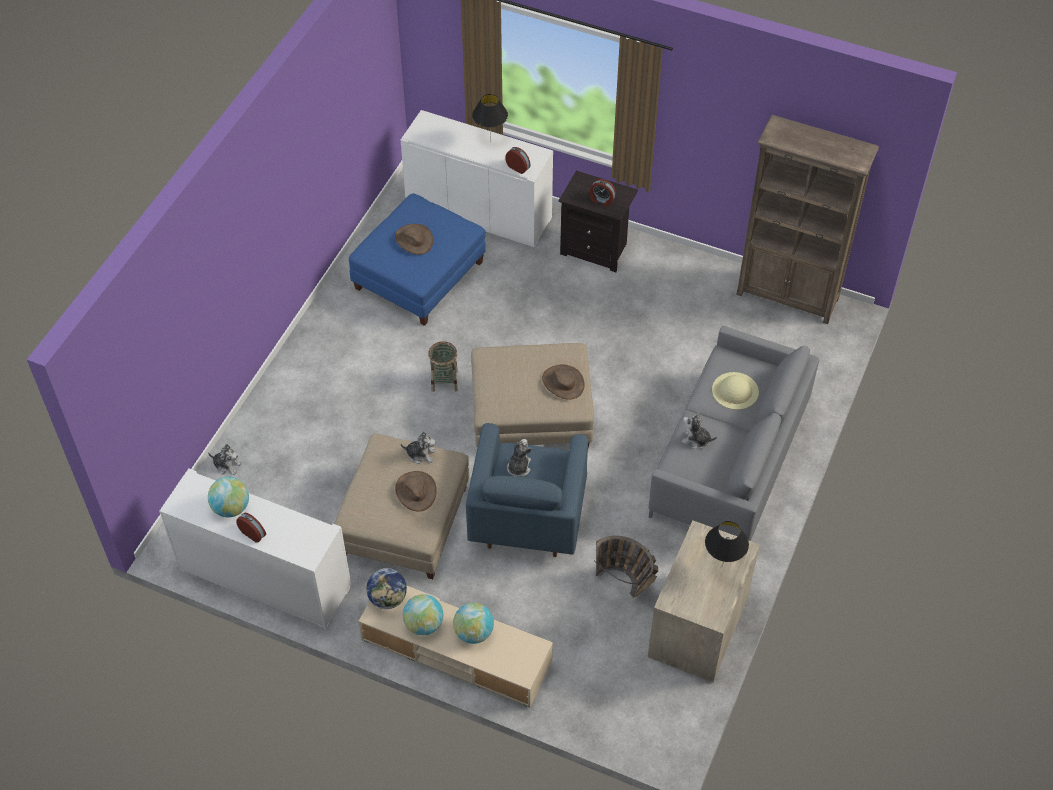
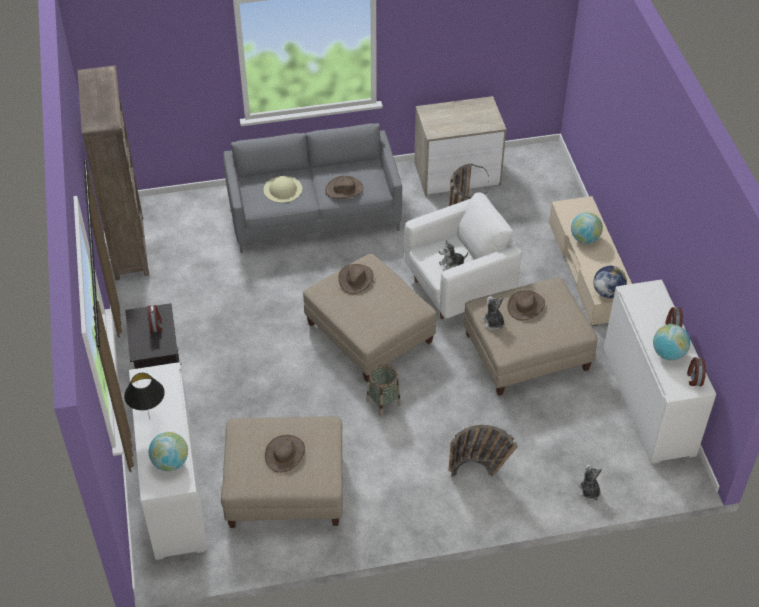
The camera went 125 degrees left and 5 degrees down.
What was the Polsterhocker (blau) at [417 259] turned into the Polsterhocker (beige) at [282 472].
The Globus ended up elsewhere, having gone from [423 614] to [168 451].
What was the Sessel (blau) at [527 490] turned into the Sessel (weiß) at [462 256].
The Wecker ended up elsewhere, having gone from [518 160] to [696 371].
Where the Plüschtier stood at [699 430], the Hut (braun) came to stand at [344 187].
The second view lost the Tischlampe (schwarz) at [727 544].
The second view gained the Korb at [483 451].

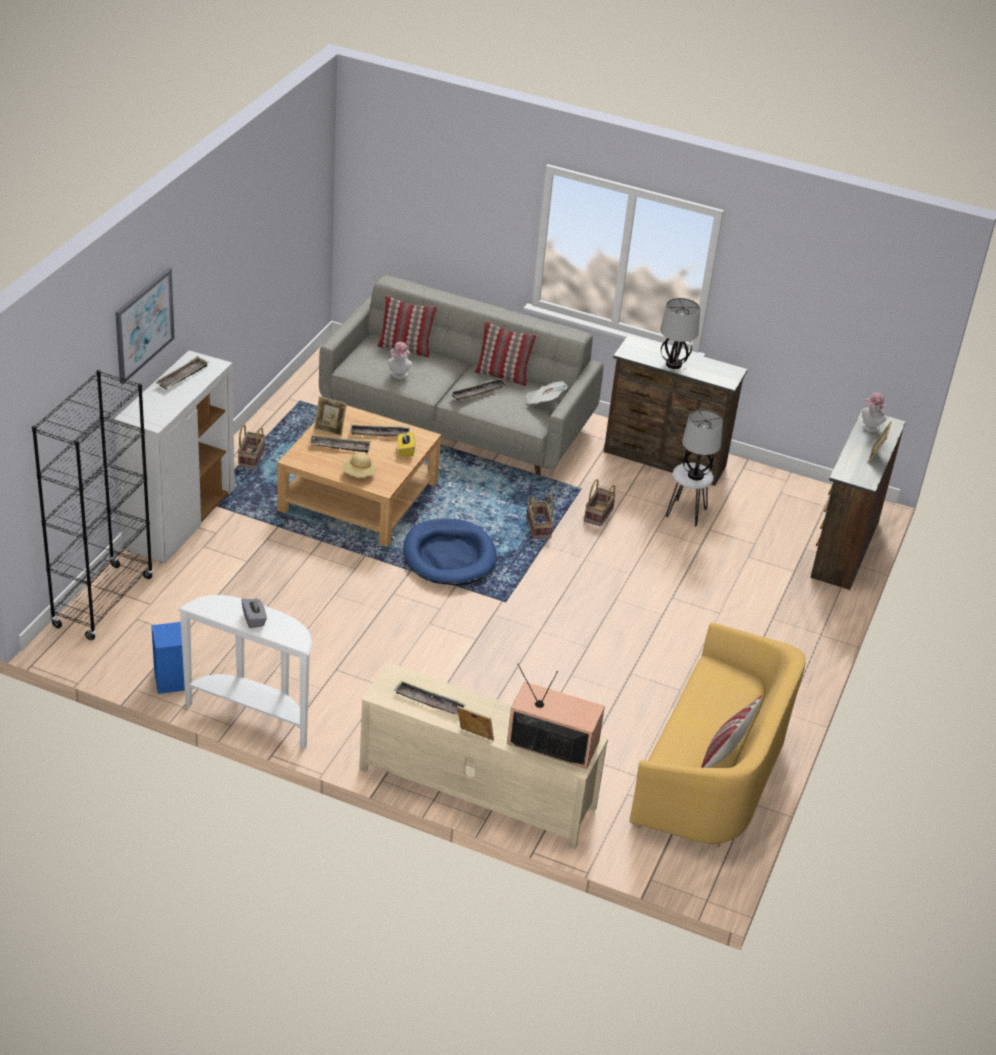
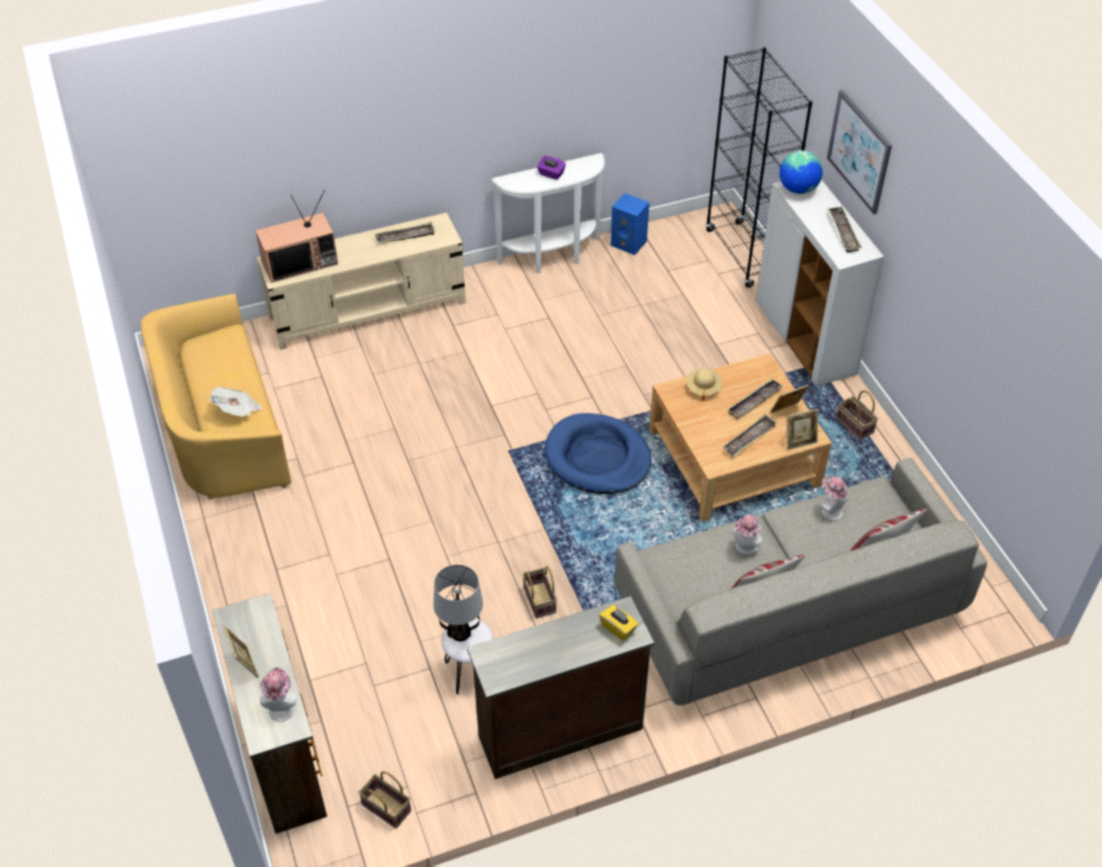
The camera went 140 degrees right and 10 degrees up.
What was the Taschentuchbox (grau) at [254 613] turned into the Taschentuchbox (lila) at [551 168].
The Taschentuchbox (gelb) ended up elsewhere, having gone from [406 443] to [618 623].
Where the Tablett stood at [479 389], the Hut came to stand at [748 535].
The Bilderrahmen ended up elsewhere, having gone from [475 723] to [802 430].
The Zeitung ended up elsewhere, having gone from [546 393] to [235 402].
The Korb ended up elsewhere, having gone from [540 516] to [384 800].
The second view lost the Tischlampe at [680 333].
The second view lost the Kissen at [732 731].
The second view gained the Globus at [801 172].

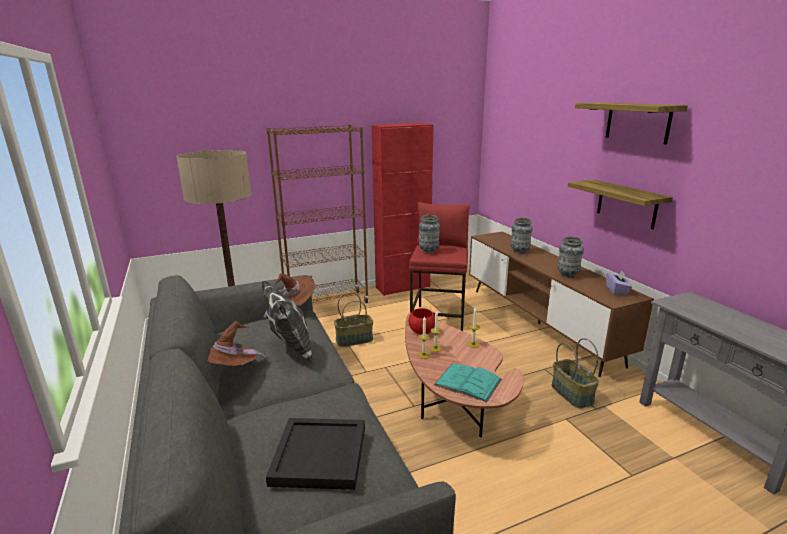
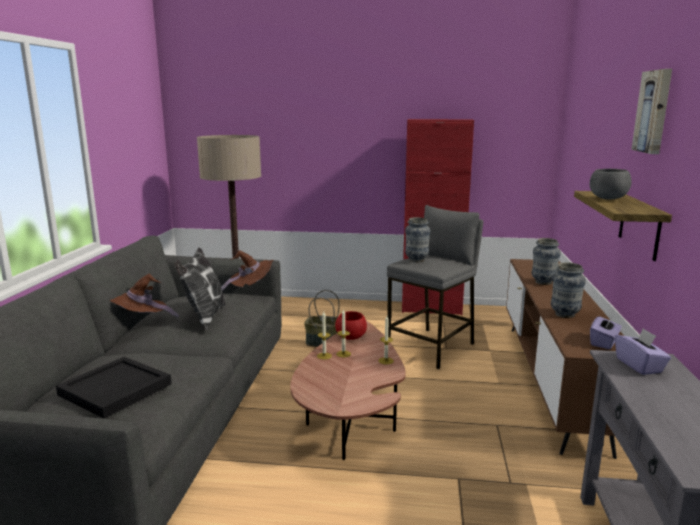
The camera went 30 degrees right and 5 degrees down.
The second view lost the Bücherregal (braun) at [317 213].
What was the Hocker (rot) at [439 266] turned into the Hocker (grau) at [435 287].
The second view lost the Buch (türkis) at [468 383].
The second view lost the Korb at [575 373].
Where the Wandregal hung at [631 123], the Bild came to hang at [651 111].
The second view gained the Schüssel (grau) at [611 184].
The second view gained the Taschentuchbox (lila) at [643 351].

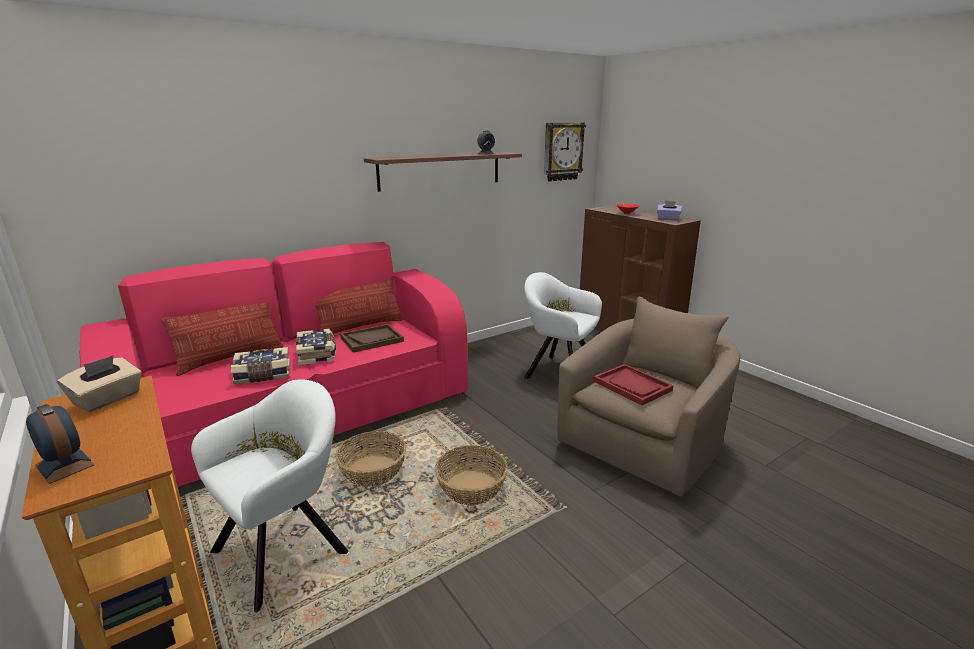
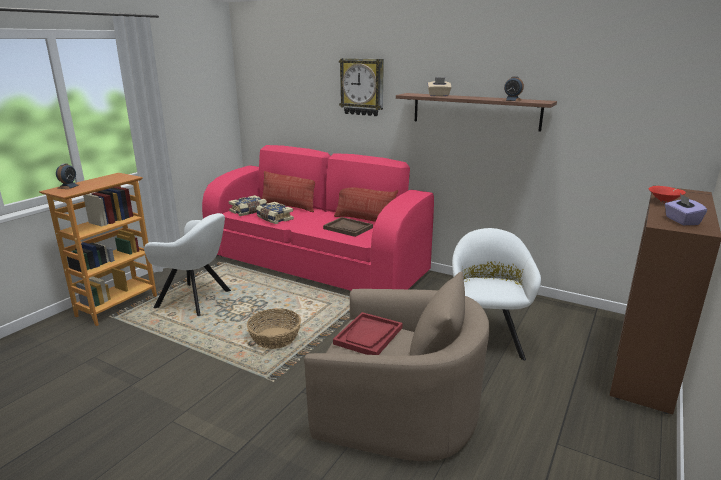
The camera went 65 degrees right and 0 degrees up.
The Taschentuchbox (beige) ended up elsewhere, having gone from [99 384] to [440 86].
The Buch ended up elsewhere, having gone from [316 347] to [247 205].
The second view lost the Korb at [370 459].
The Wanduhr ended up elsewhere, having gone from [565 152] to [361 87].

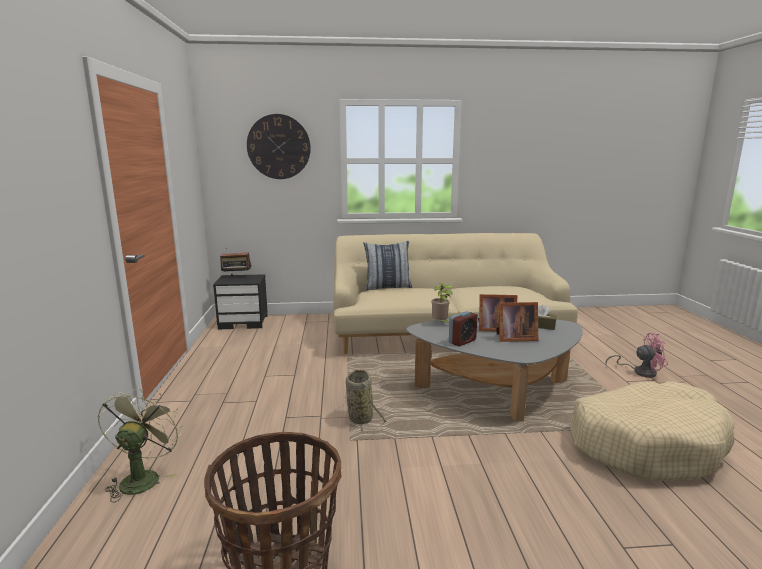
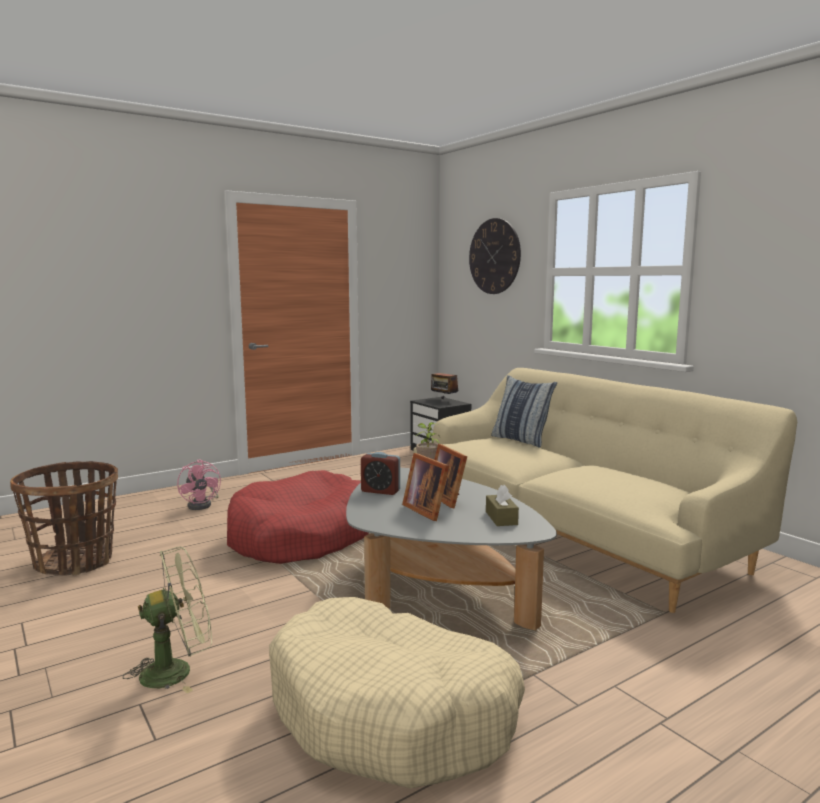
The camera went 60 degrees right and 5 degrees down.
The Ventilator (grün) ended up elsewhere, having gone from [140 444] to [167 619].
Where the Korb stood at [366 401], the Hundebett (rot) came to stand at [298 517].
The Ventilator (rosa) ended up elsewhere, having gone from [636 355] to [199 484].

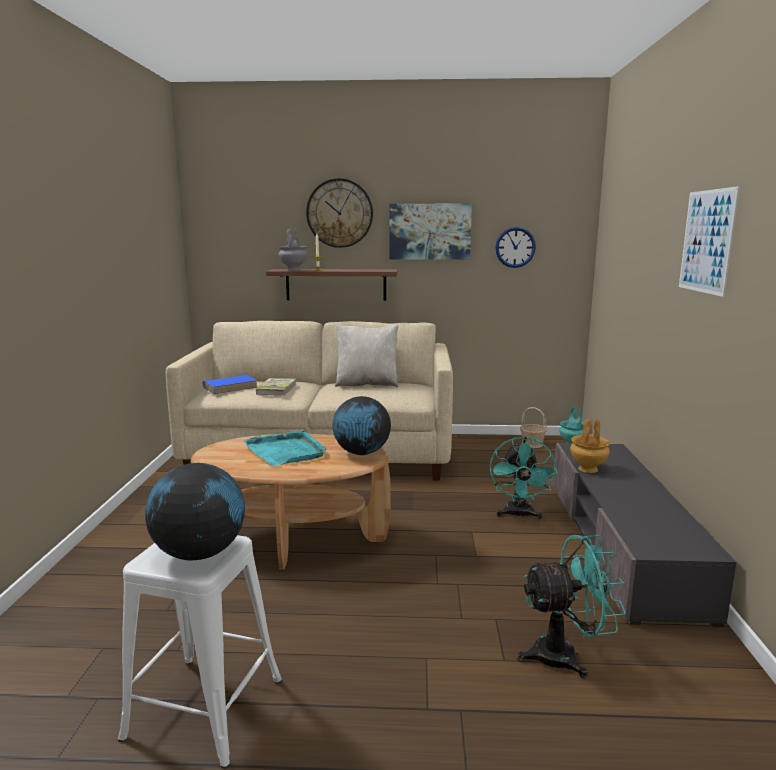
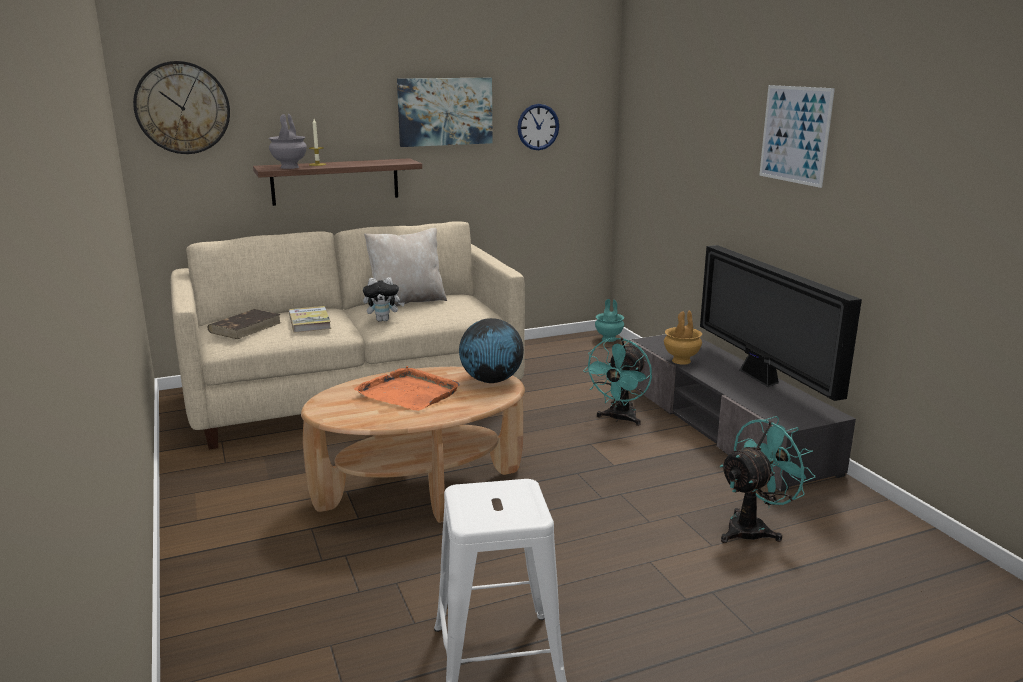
The camera went 25 degrees left and 5 degrees up.
The second view lost the Globus at [195 511].
What was the Buch (blau) at [230 384] turned into the Buch (braun) at [244 324].
What was the Tablett (türkis) at [285 448] turned into the Tablett (orange) at [407 388].
The Wanduhr ended up elsewhere, having gone from [339 213] to [181 107].
The Ventilator (türkis) at [523 478] ended up facing another way, 45 degrees clockwise from before.
The second view lost the Korb at [533 427].
The second view gained the Plüschtier at [384 299].
The second view gained the Fernseher at [781 323].

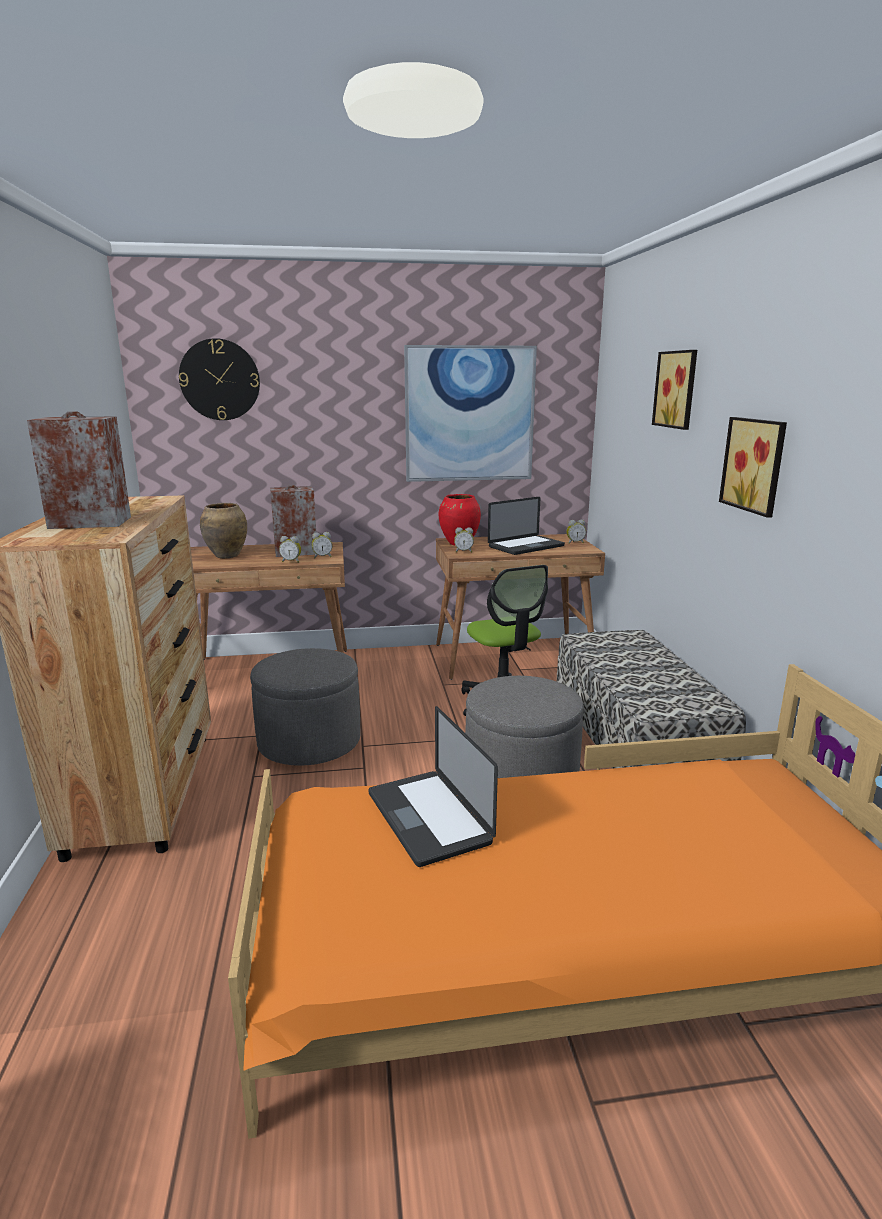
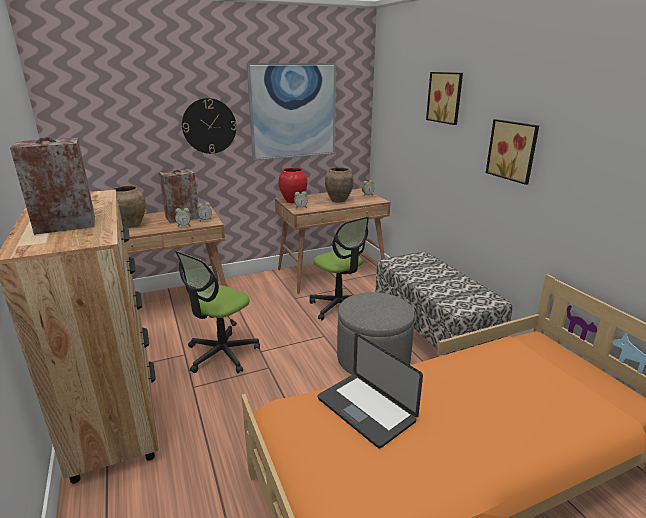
The camera went 15 degrees left and 5 degrees up.
The Wanduhr ended up elsewhere, having gone from [219 379] to [209 126].
Where the Polsterhocker (grau) stood at [305 706], the Bürostuhl came to stand at [217 312].
Where the Laptop stood at [526 526], the Vase (braun) came to stand at [339 185].

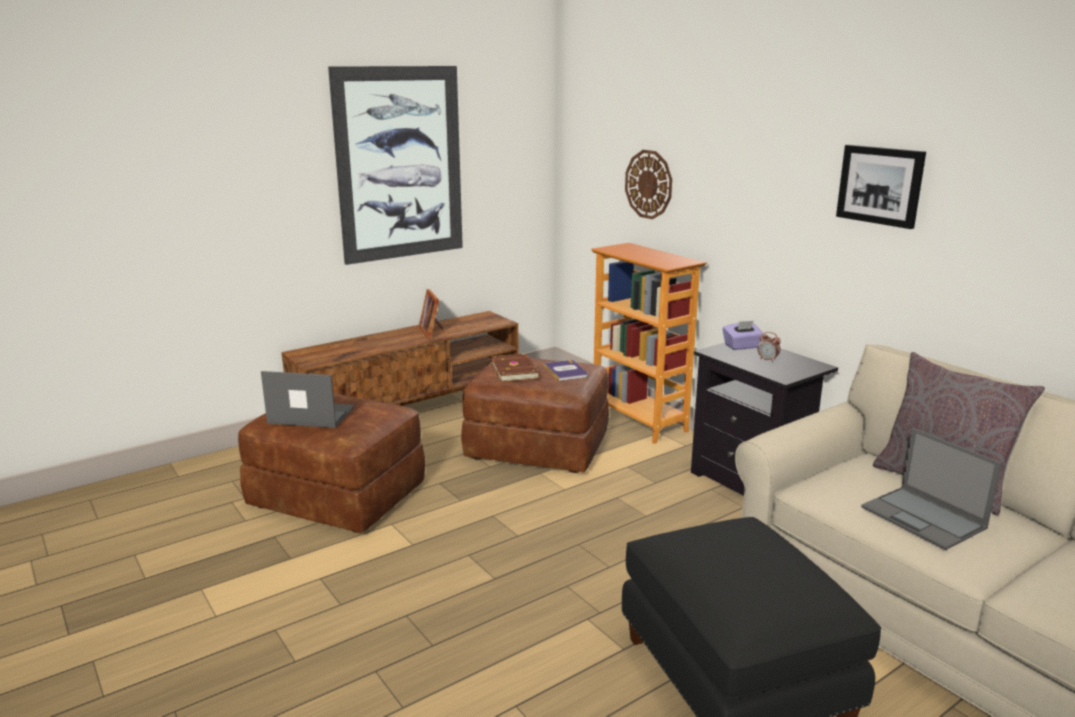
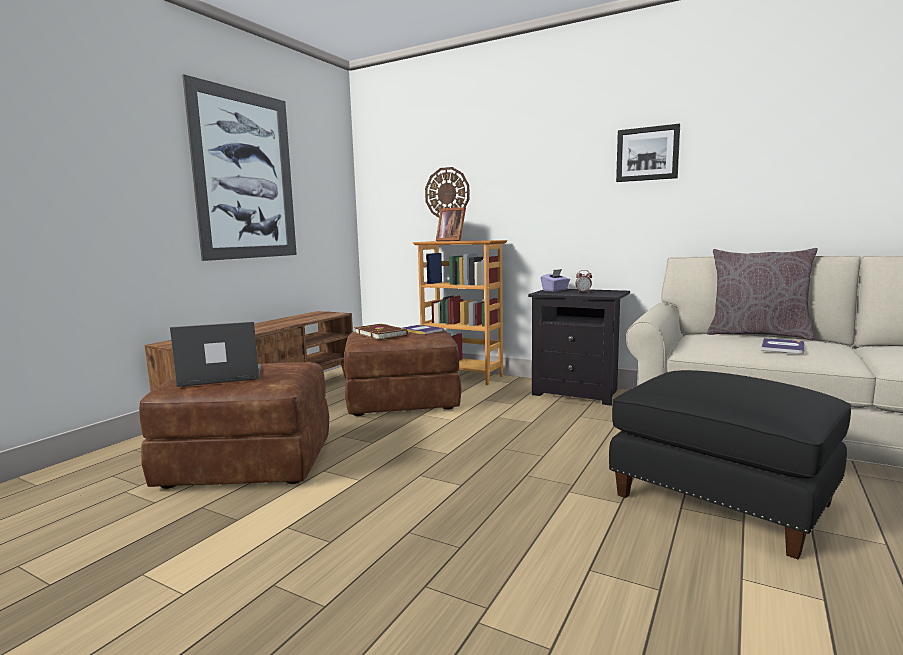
The camera went 25 degrees left and 10 degrees down.
The Bilderrahmen ended up elsewhere, having gone from [431 314] to [451 224].
Where the Laptop stood at [931 489], the Buch came to stand at [783 346].

